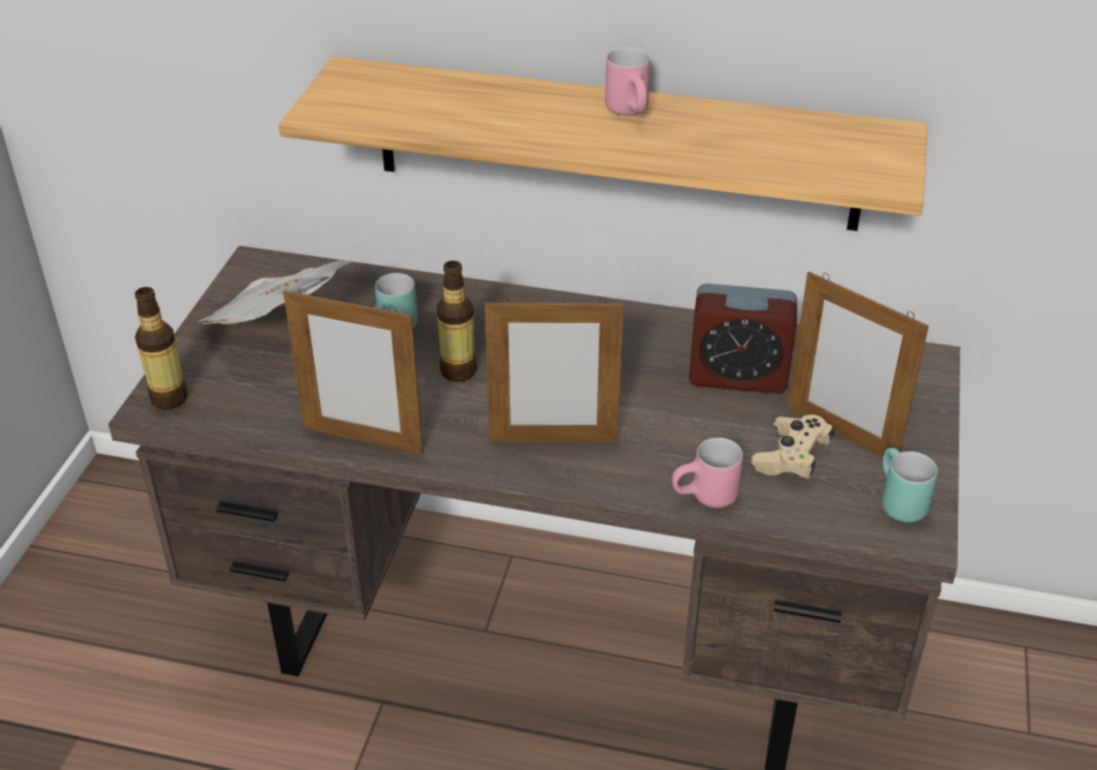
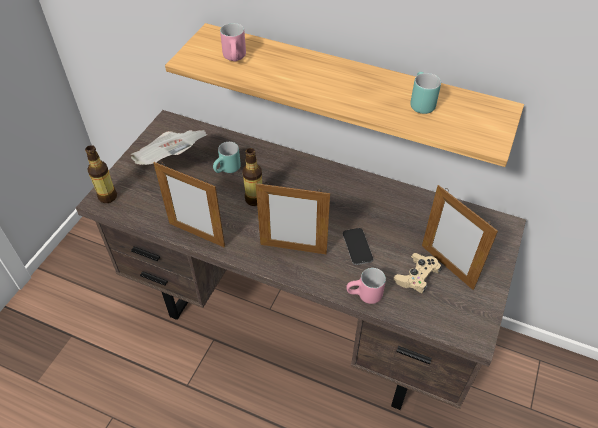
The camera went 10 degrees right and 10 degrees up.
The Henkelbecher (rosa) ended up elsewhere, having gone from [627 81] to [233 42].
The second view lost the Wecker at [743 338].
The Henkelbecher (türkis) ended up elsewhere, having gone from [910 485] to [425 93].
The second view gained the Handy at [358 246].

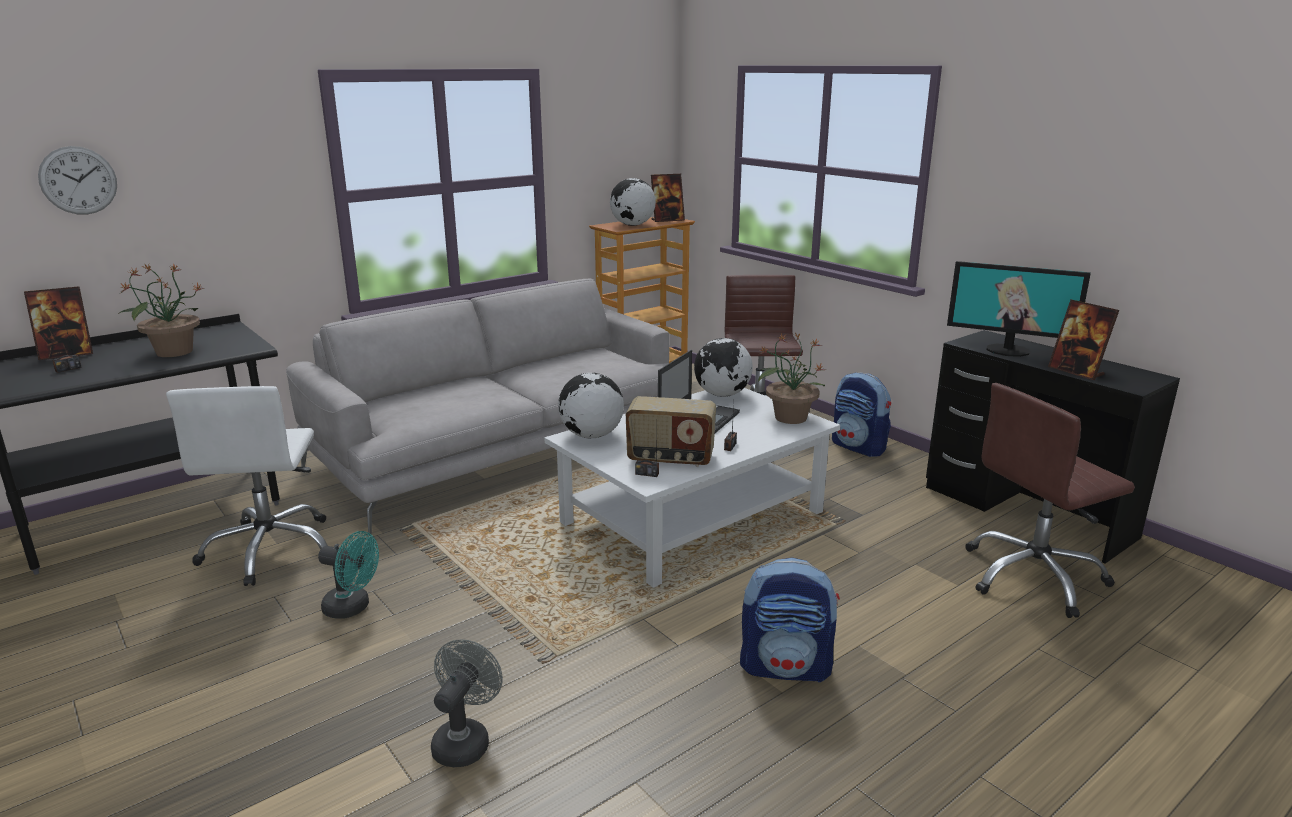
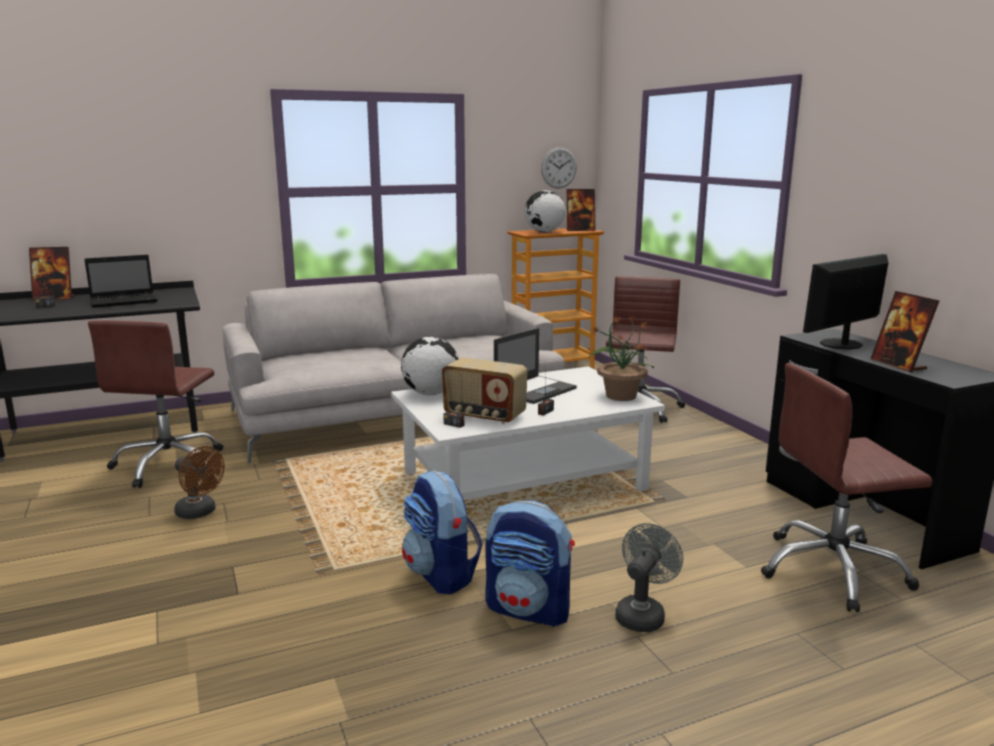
The camera went 15 degrees right and 5 degrees down.
The Wanduhr ended up elsewhere, having gone from [77 180] to [559 168].
Where the Topfpflanze stood at [161 310], the Laptop came to stand at [121 281].
What was the Bürostuhl (weiß) at [247 486] turned into the Bürostuhl (braun) at [155 404].
What was the Ventilator (türkis) at [348 575] turned into the Ventilator (braun) at [199 482].
The Ventilator (grau) ended up elsewhere, having gone from [467 703] to [649 577].
The second view lost the Globus at [723 367].
The Rucksack ended up elsewhere, having gone from [861 414] to [442 532].
The Monitor at [1019 309] ended up facing another way, 105 degrees clockwise from before.

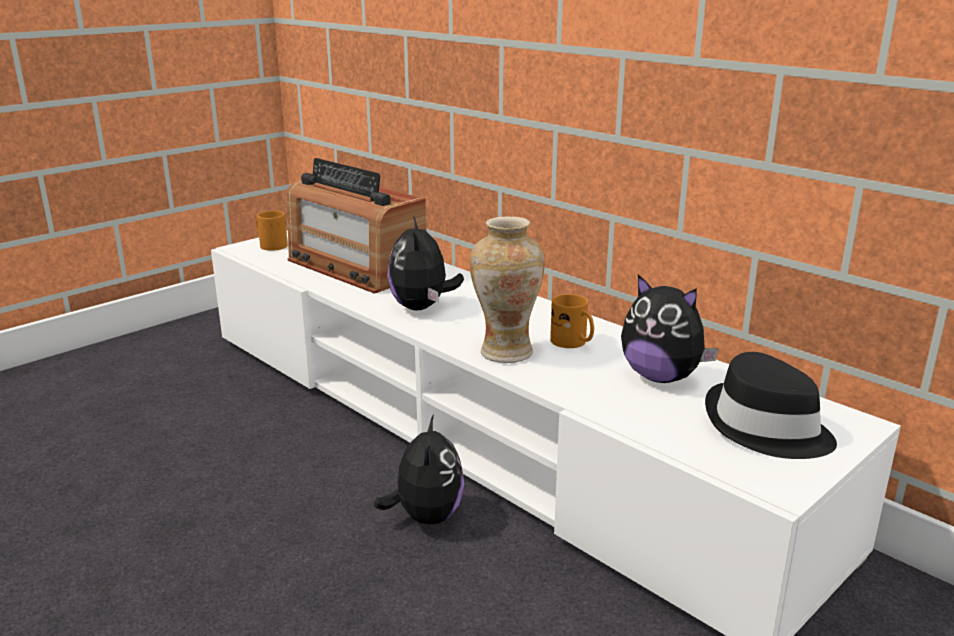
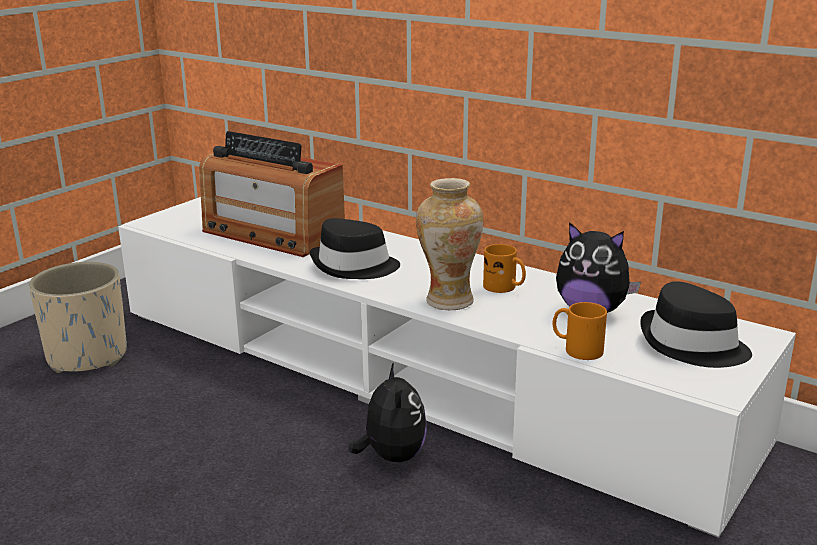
The camera went 10 degrees left and 0 degrees up.
The Henkelbecher (orange) ended up elsewhere, having gone from [272 231] to [580 331].
Where the Plüschtier stood at [425 263], the Hut (schwarz) came to stand at [355 248].
The second view gained the Pflanzkübel (beige) at [78 317].

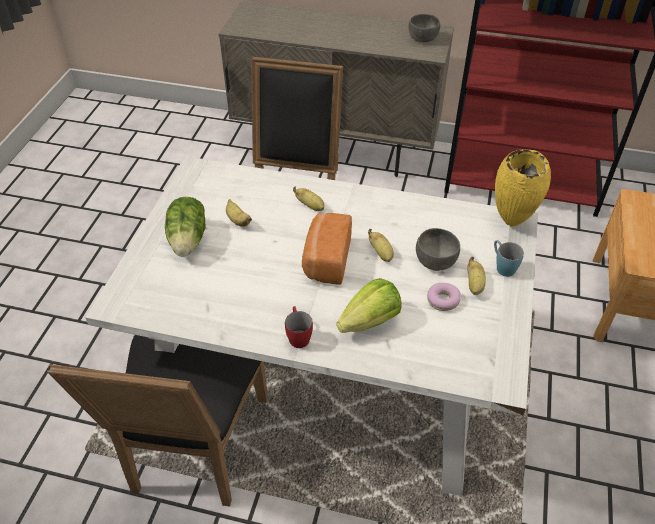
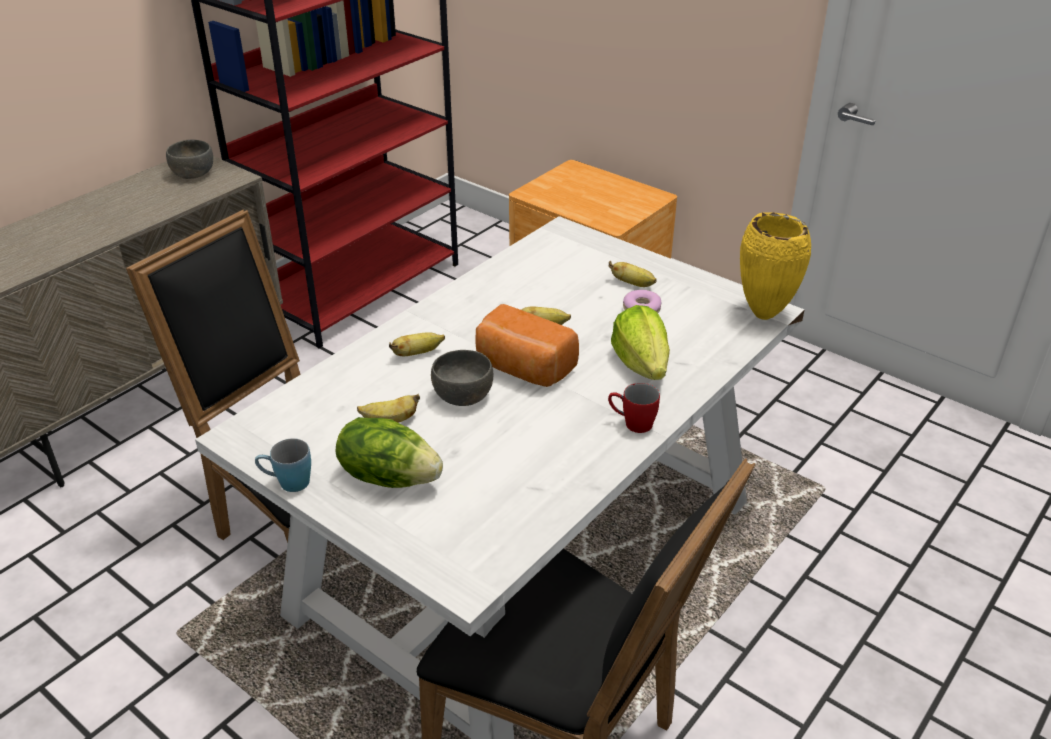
The camera went 65 degrees left and 10 degrees down.
The Schüssel (grau) ended up elsewhere, having gone from [438 249] to [462 378].
The Henkelbecher (blau) ended up elsewhere, having gone from [509 258] to [283 465].
The Vase (gelb) ended up elsewhere, having gone from [523 188] to [775 266].

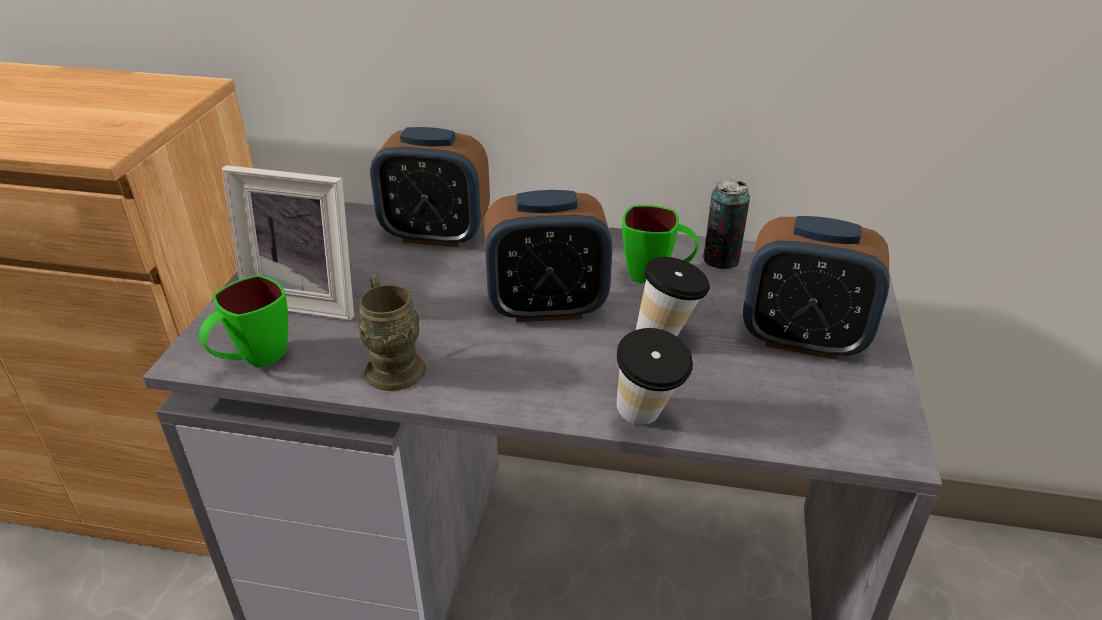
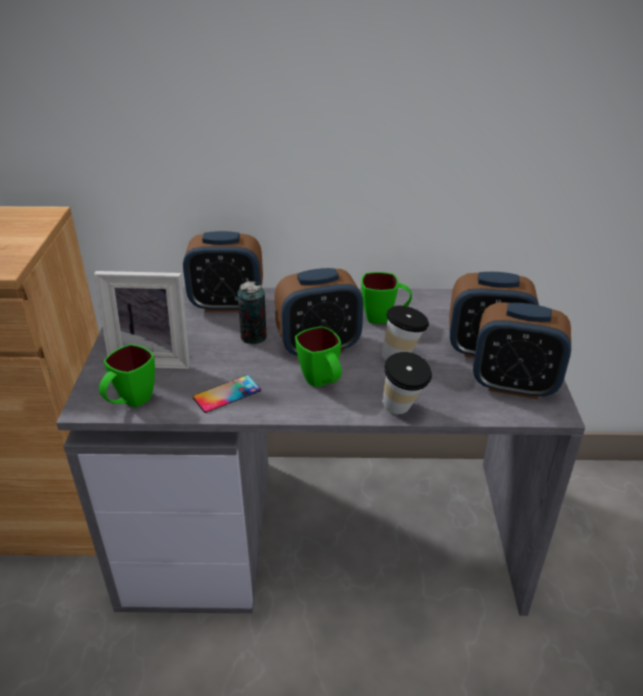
The camera went 10 degrees left and 0 degrees up.
Where the Henkelbecher (braun) stood at [391 332], the Handy came to stand at [227 394].
The Dose ended up elsewhere, having gone from [726 224] to [252 312].
The second view gained the Henkelbecher (grün) at [318 356].
The second view gained the Wecker at [522 351].

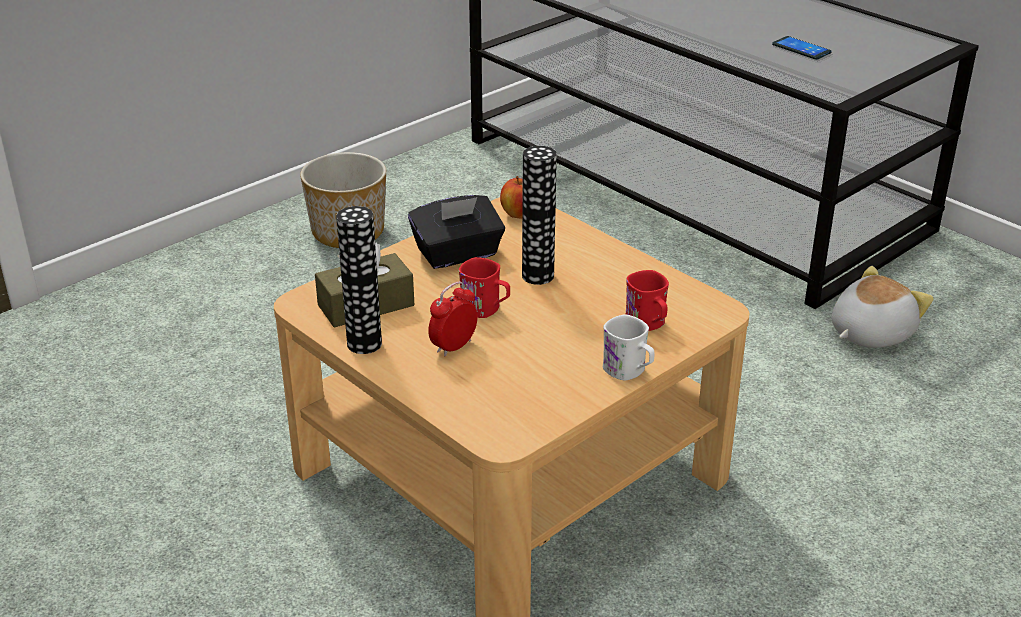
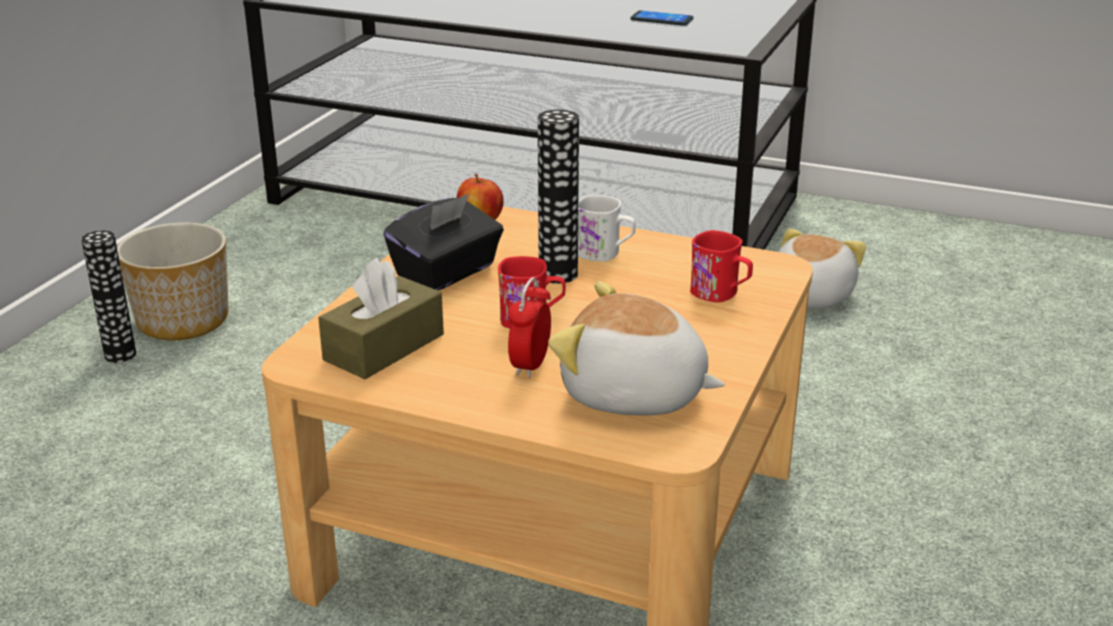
The camera went 25 degrees left and 5 degrees down.
The Vase ended up elsewhere, having gone from [359 280] to [108 296].
The Henkelbecher (weiß) ended up elsewhere, having gone from [629 347] to [607 228].
The second view gained the Plüschtier at [636 348].

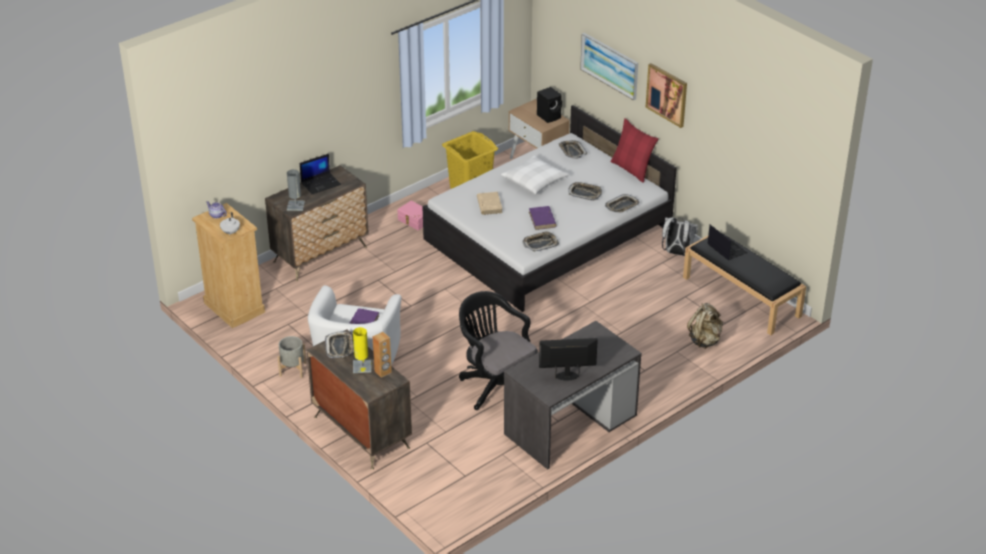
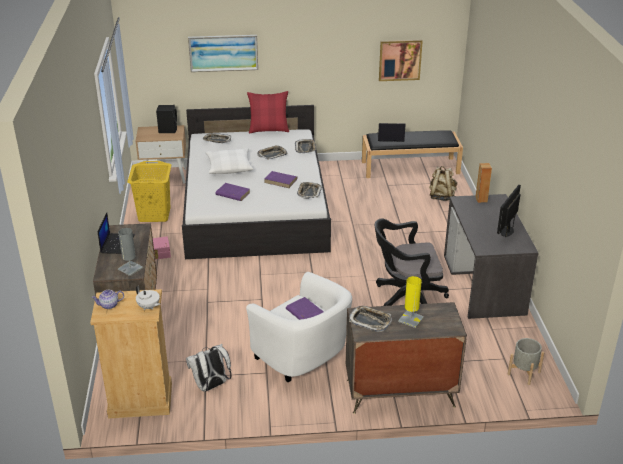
The camera went 55 degrees left and 5 degrees down.
The Pflanzkübel (grau) ended up elsewhere, having gone from [292 357] to [526 361].
The Lautsprecher (braun) ended up elsewhere, having gone from [382 355] to [484 183].
What was the Buch (beige) at [489 203] turned into the Buch (lila) at [233 192].
The Bild ended up elsewhere, having gone from [666 95] to [401 60].
The Rucksack (weiß) ended up elsewhere, having gone from [680 236] to [209 368].

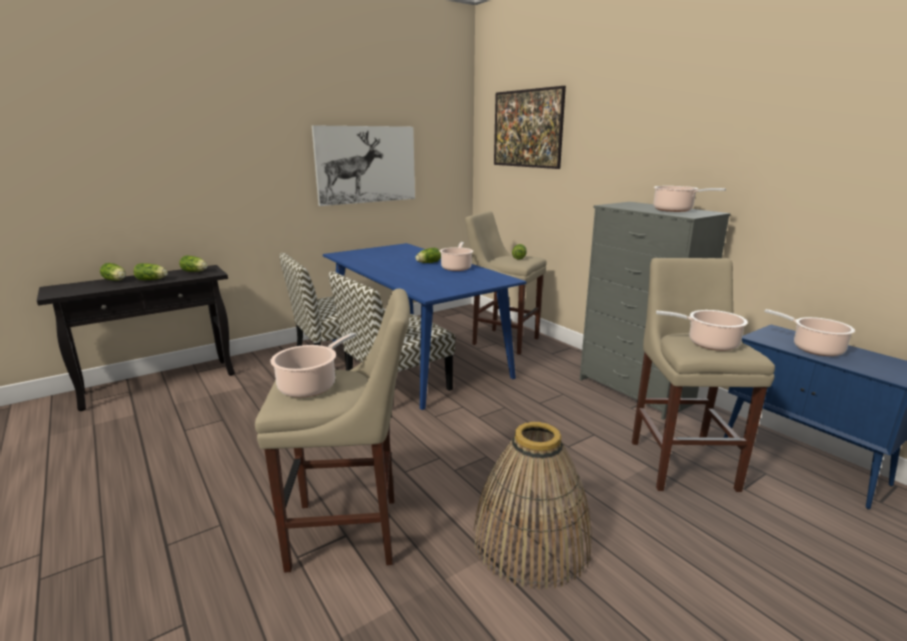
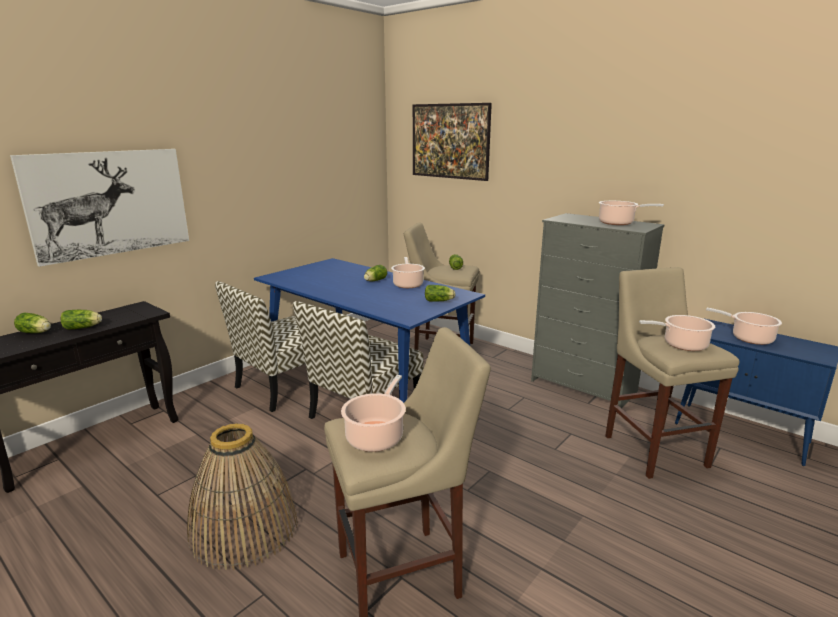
The camera went 15 degrees left and 0 degrees up.
The Salatkopf ended up elsewhere, having gone from [193 263] to [440 293].
The Bild ended up elsewhere, having gone from [363 165] to [99 208].
The Korb ended up elsewhere, having gone from [532 506] to [242 497].

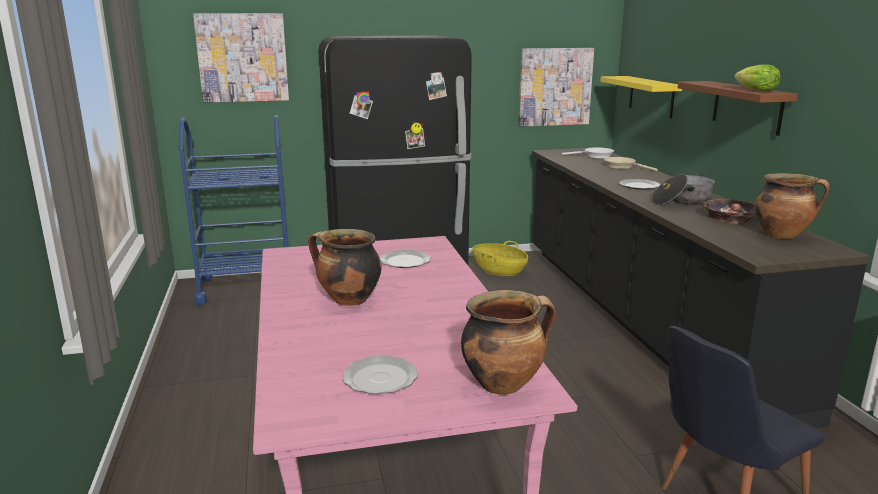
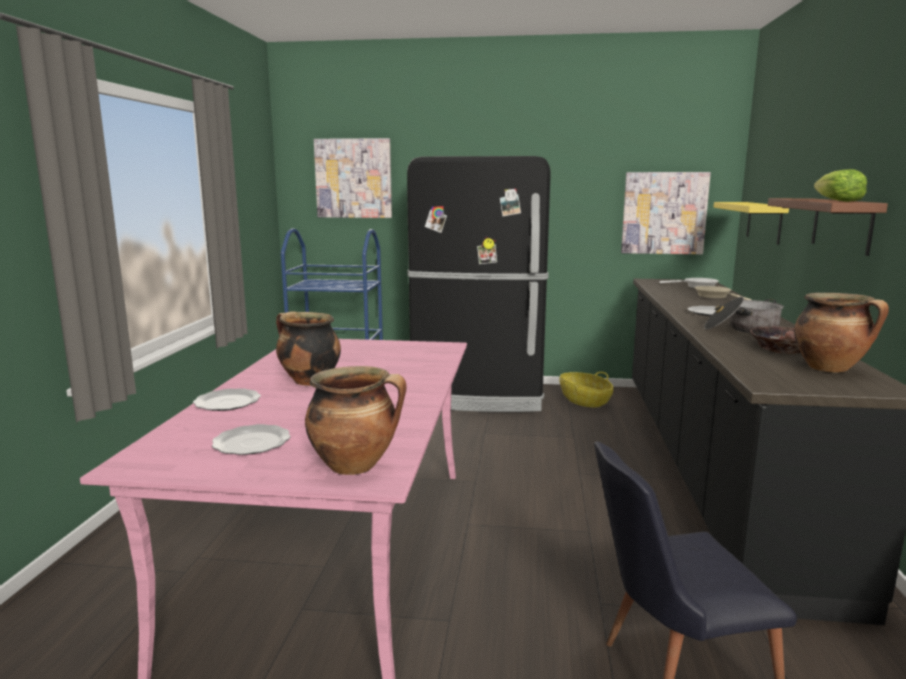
The camera went 20 degrees right and 5 degrees down.
The Teller ended up elsewhere, having gone from [405 259] to [227 399].

